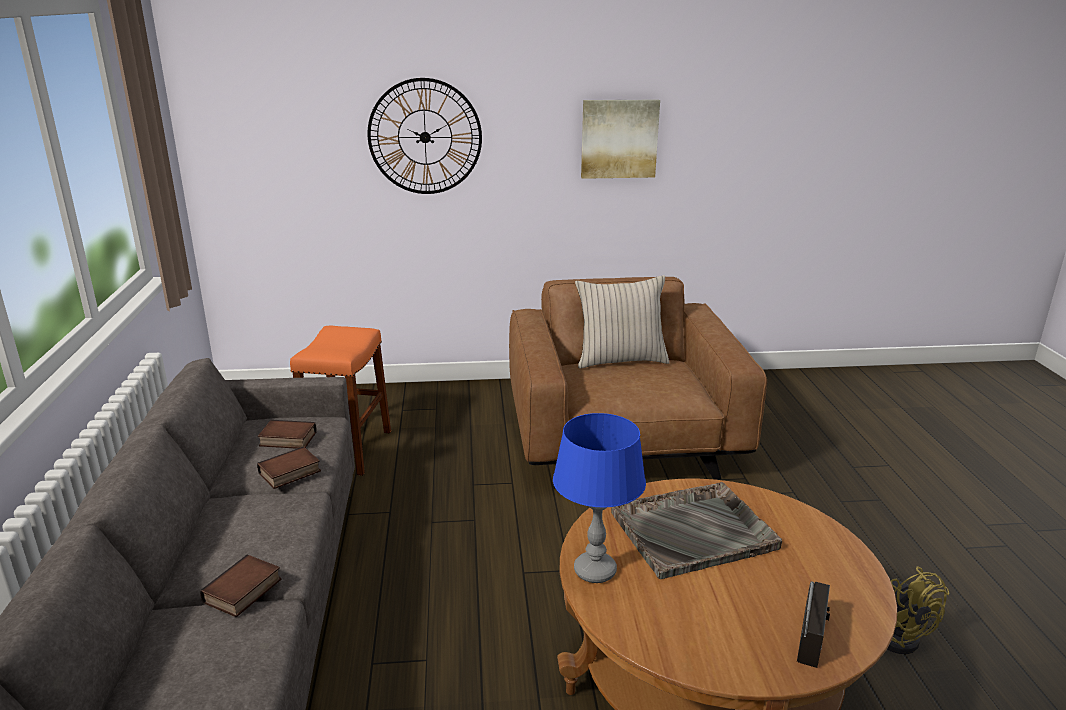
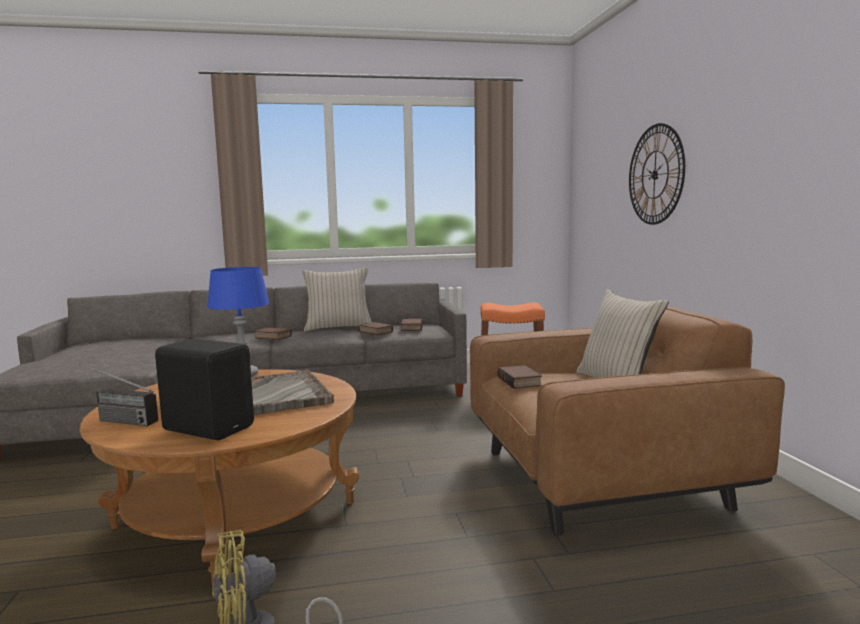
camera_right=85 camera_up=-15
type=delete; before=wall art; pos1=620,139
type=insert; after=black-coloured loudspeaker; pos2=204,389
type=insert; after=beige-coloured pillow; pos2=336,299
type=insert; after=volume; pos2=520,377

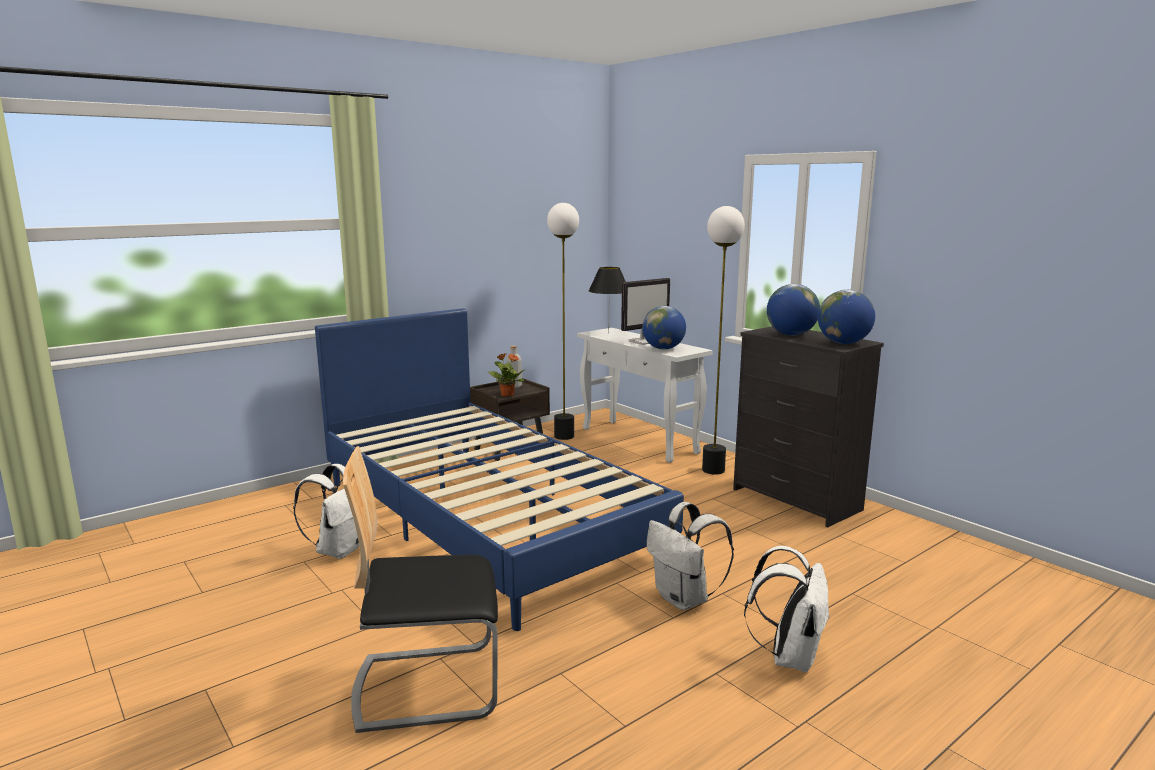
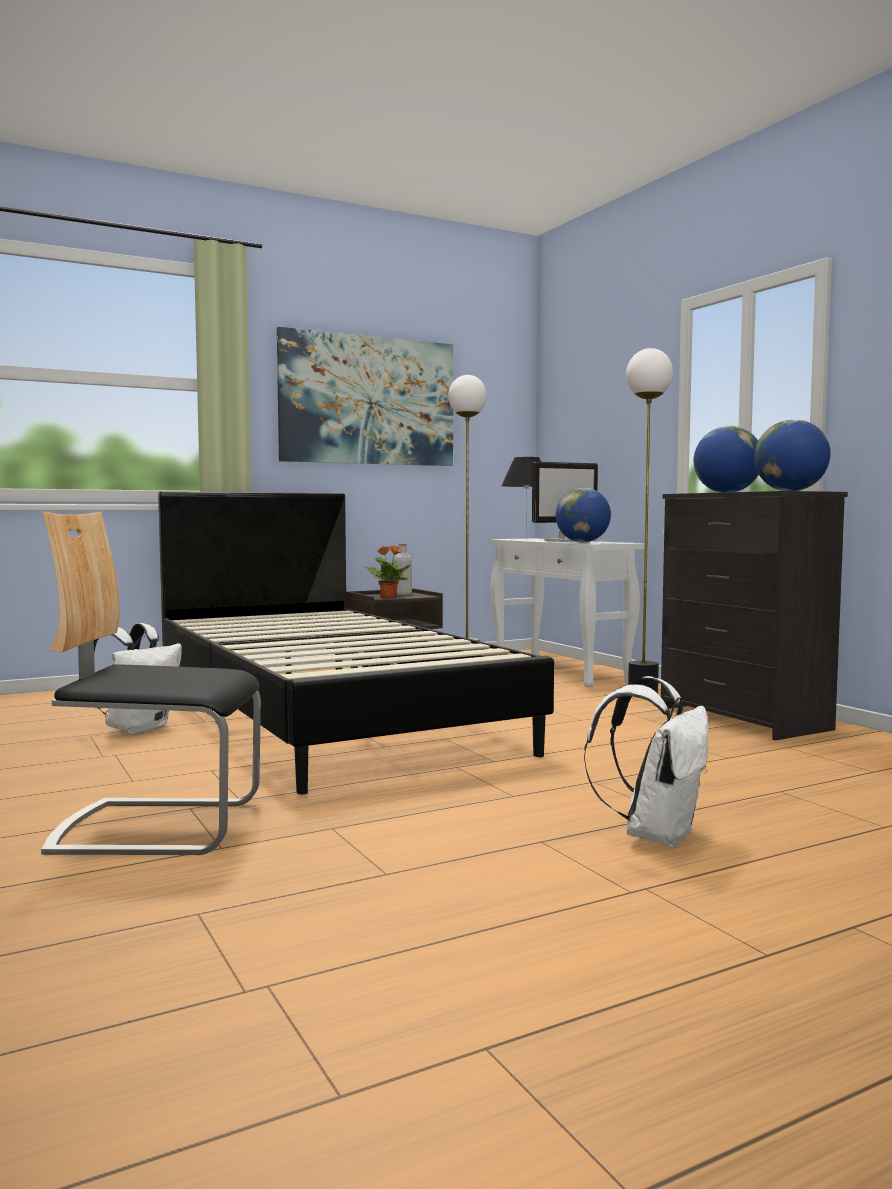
camera_right=10 camera_up=-10
type=delete; before=white backpack; pos1=690,556
type=insert; after=wall art; pos2=365,396
type=recolor; before=bluish bedroom bed; after=black-coloured bedroom bed; pos1=499,469; pos2=356,643

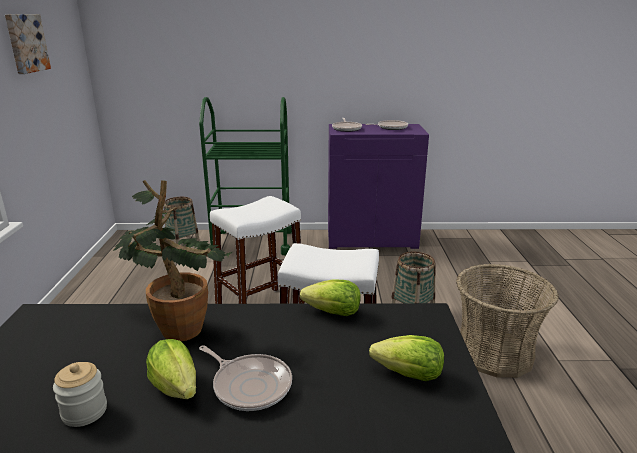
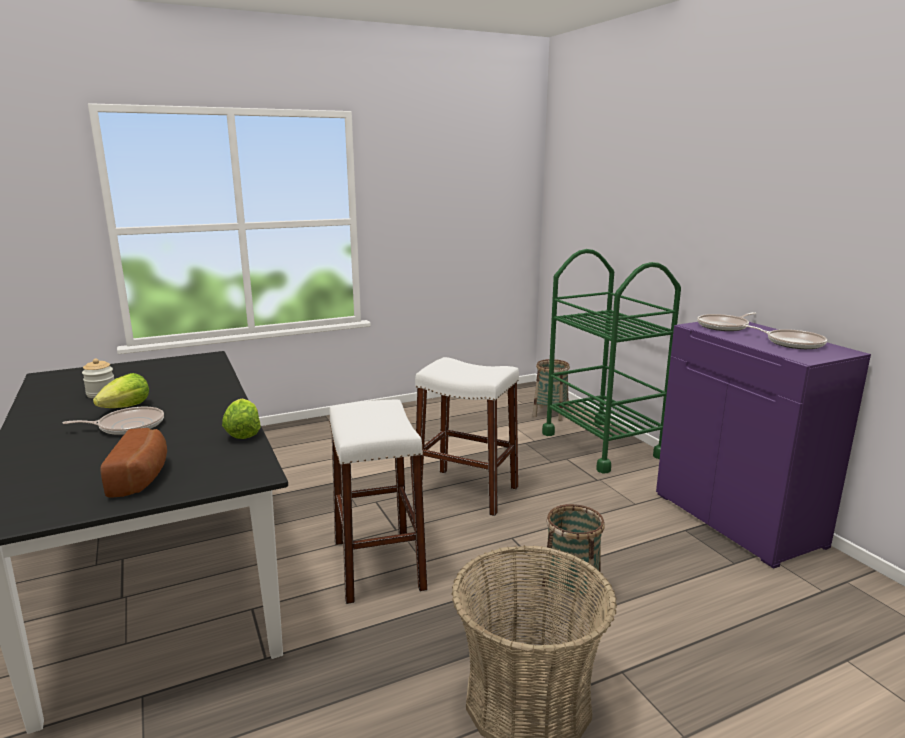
camera_right=65 camera_up=-5
type=delete; before=wall art; pos1=28,44
type=delete; before=plant in a pot; pos1=172,260
type=replace; before=lettuce head; after=bread; pos1=406,358; pos2=133,462
type=rotate; before=pan; pos1=245,378; pos2=113,421; turn=-120

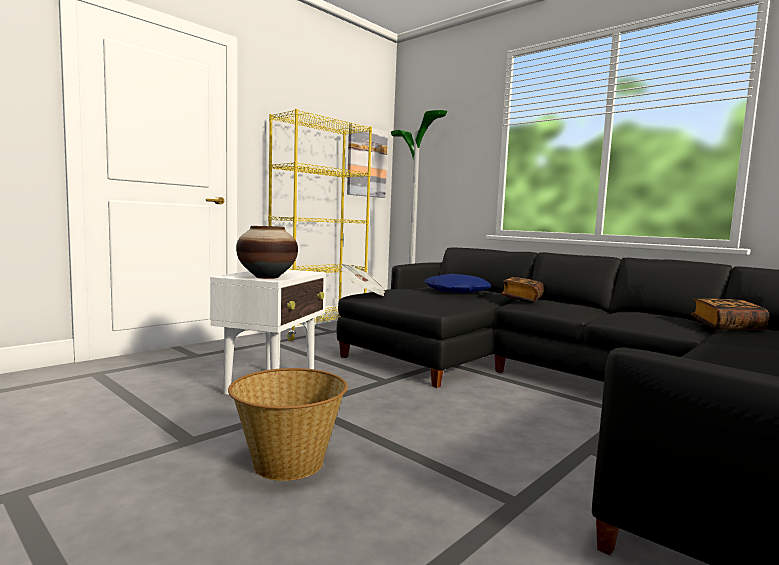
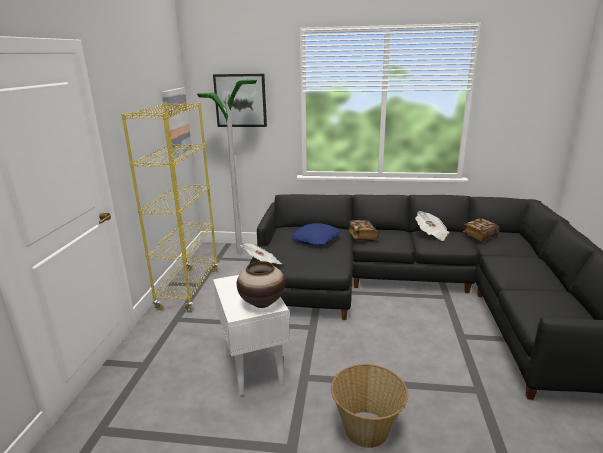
camera_right=-35 camera_up=15
type=insert; after=wall art; pos2=240,100
type=insert; after=daily paper; pos2=432,226

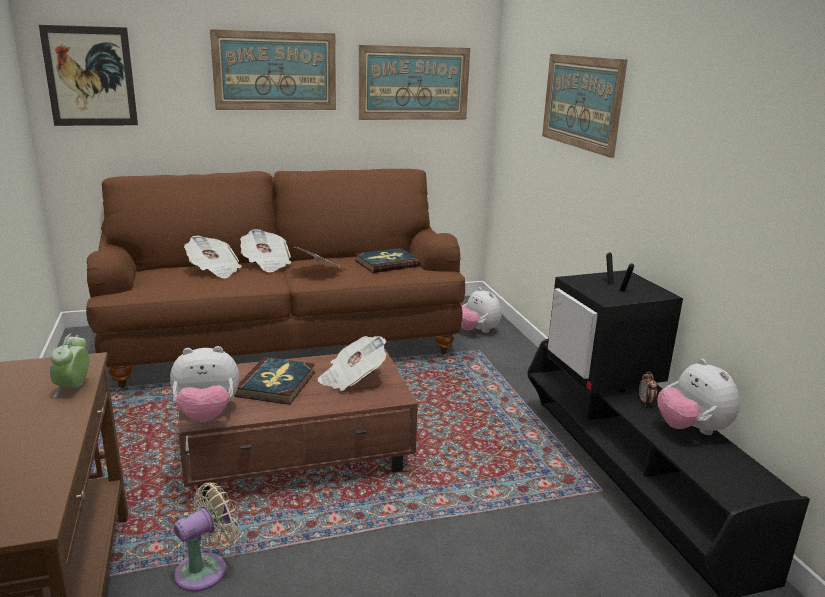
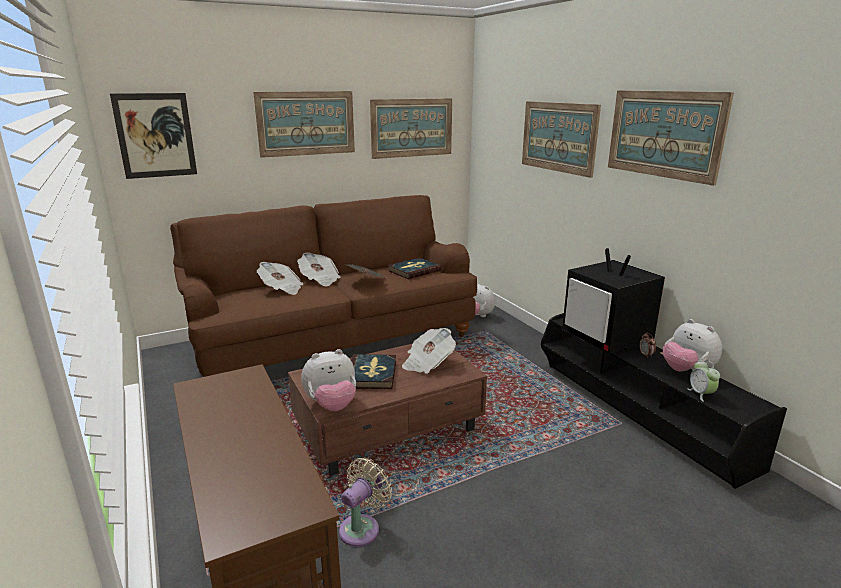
camera_right=-10 camera_up=0
type=insert; after=wall art; pos2=671,138
type=move; before=alarm clock; pos1=69,365; pos2=703,381

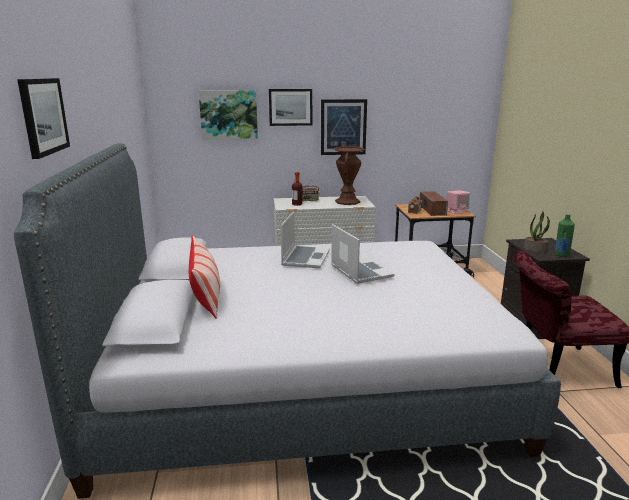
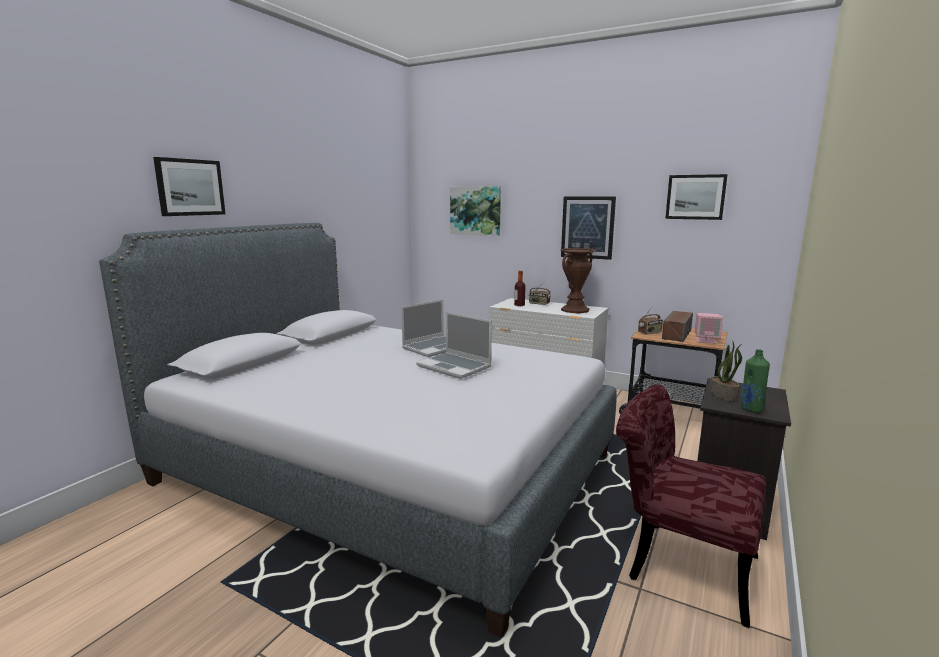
camera_right=35 camera_up=-5
type=delete; before=pillow; pos1=204,277
type=move; before=wall art; pos1=290,107; pos2=696,197
type=rotate; before=notebook computer; pos1=362,254; pos2=454,345; turn=120

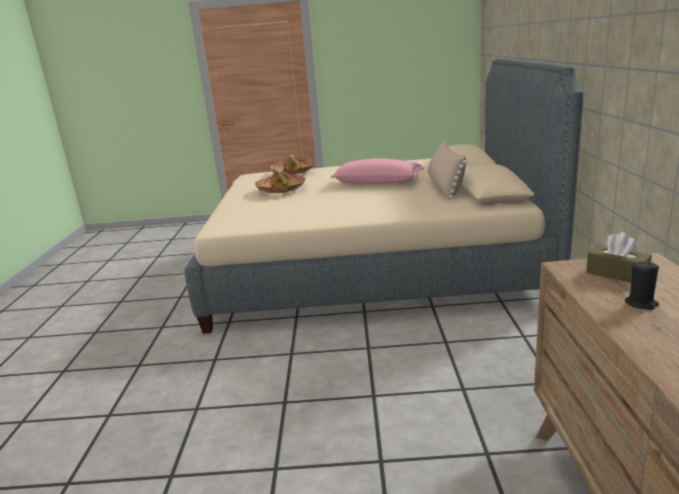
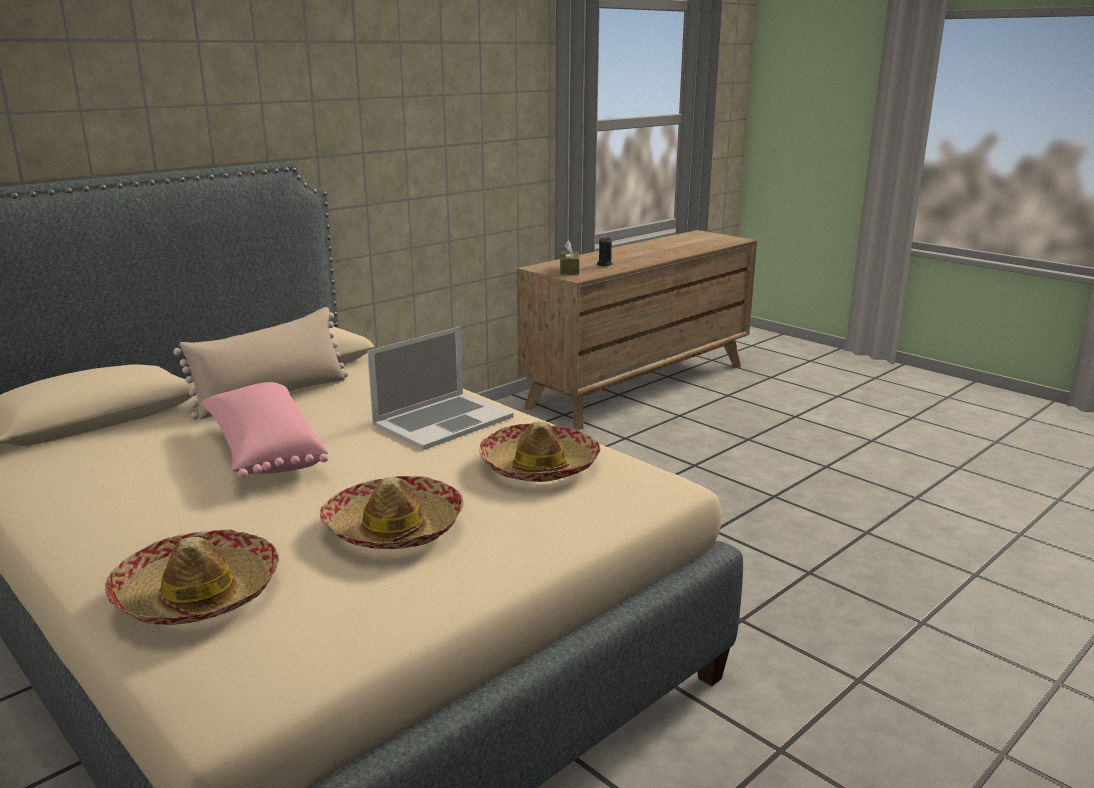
camera_right=-135 camera_up=0
type=insert; after=notebook computer; pos2=440,388
type=insert; after=wearable hat; pos2=540,451

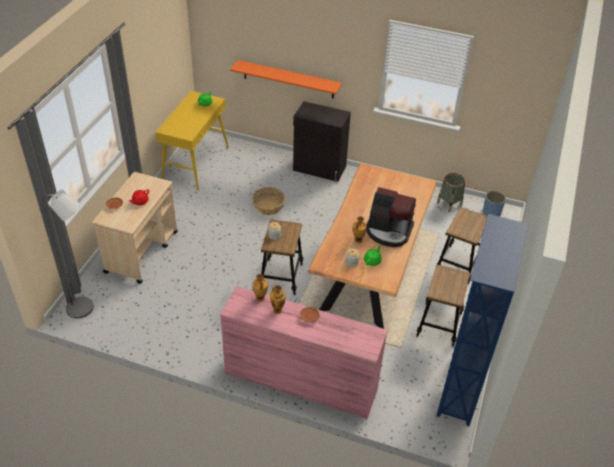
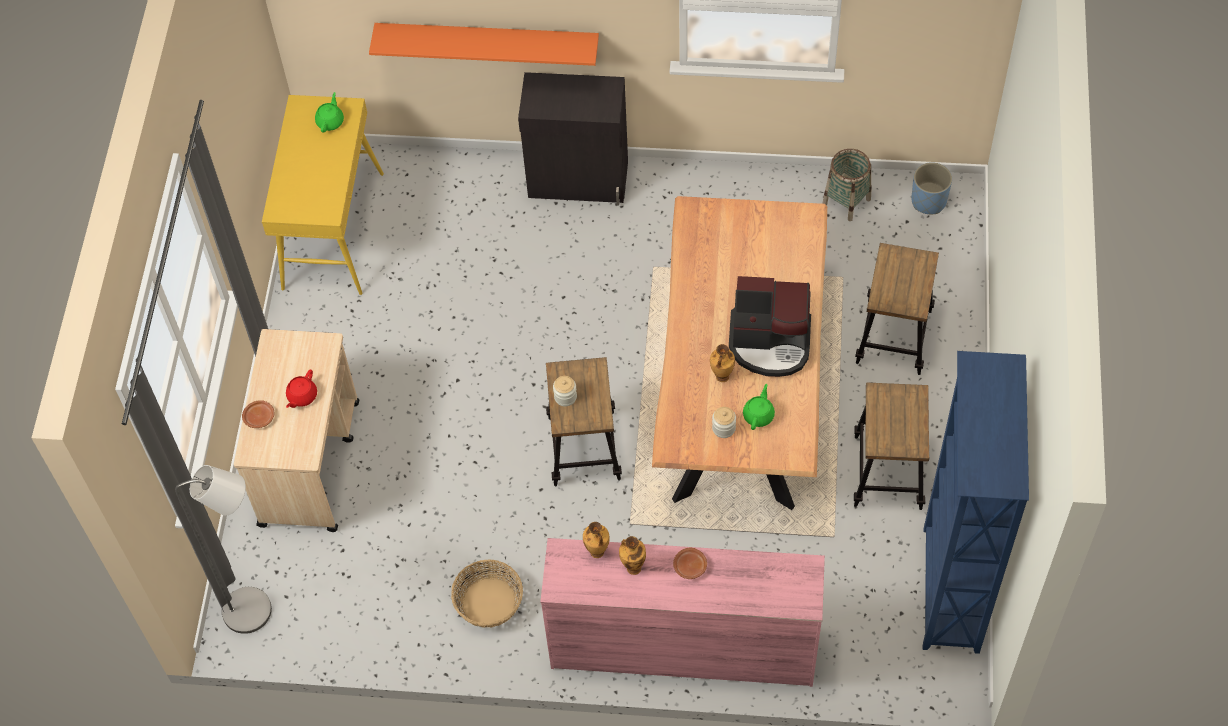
camera_right=-10 camera_up=15
type=move; before=basket; pos1=268,201; pos2=487,593

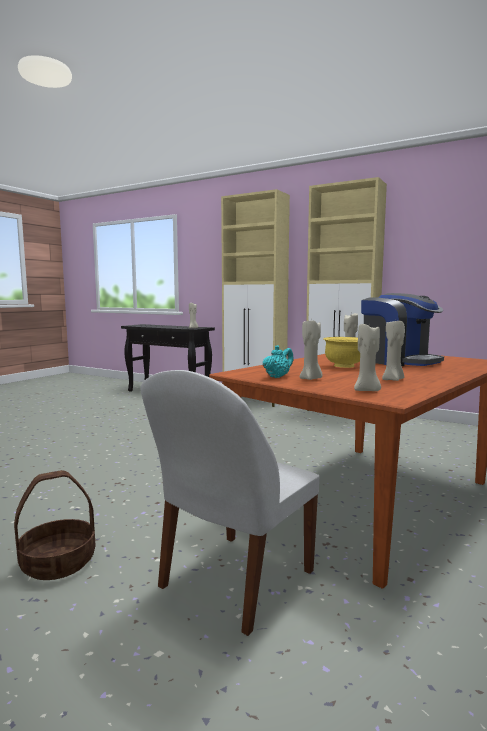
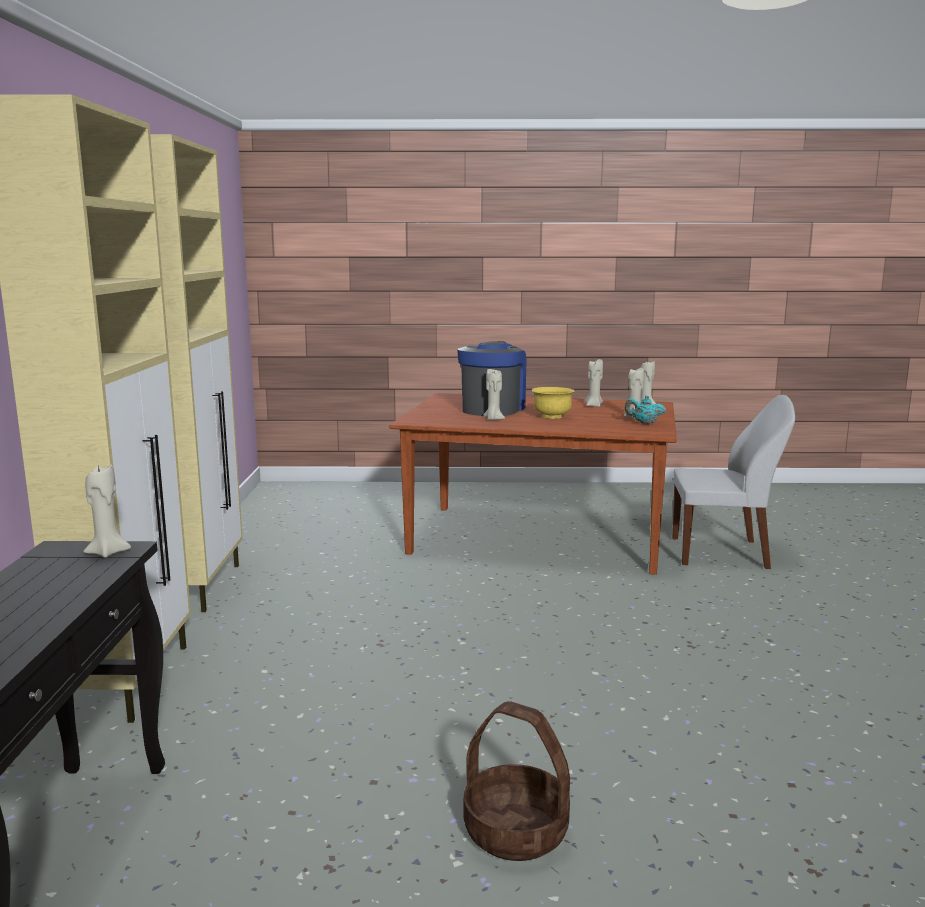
camera_right=-120 camera_up=5
type=move; before=basket; pos1=54,525; pos2=516,781

